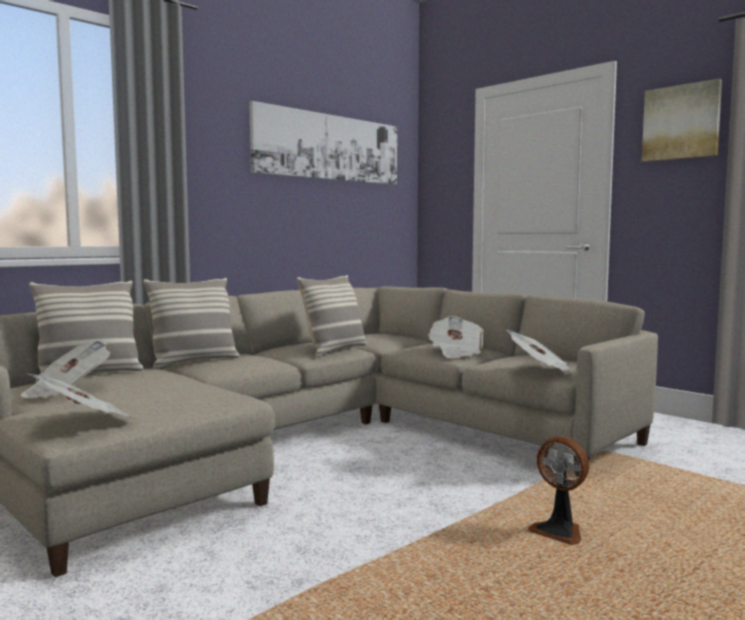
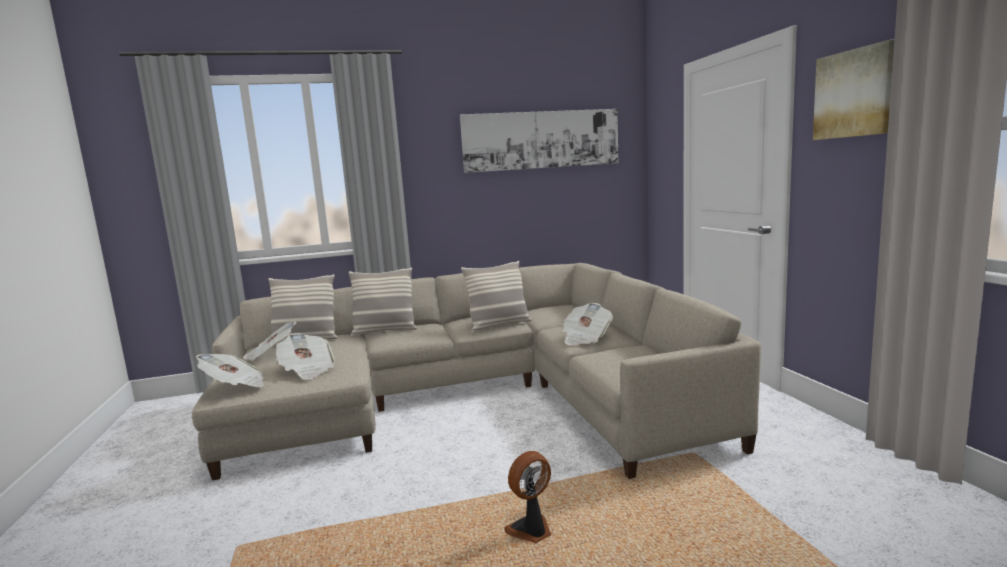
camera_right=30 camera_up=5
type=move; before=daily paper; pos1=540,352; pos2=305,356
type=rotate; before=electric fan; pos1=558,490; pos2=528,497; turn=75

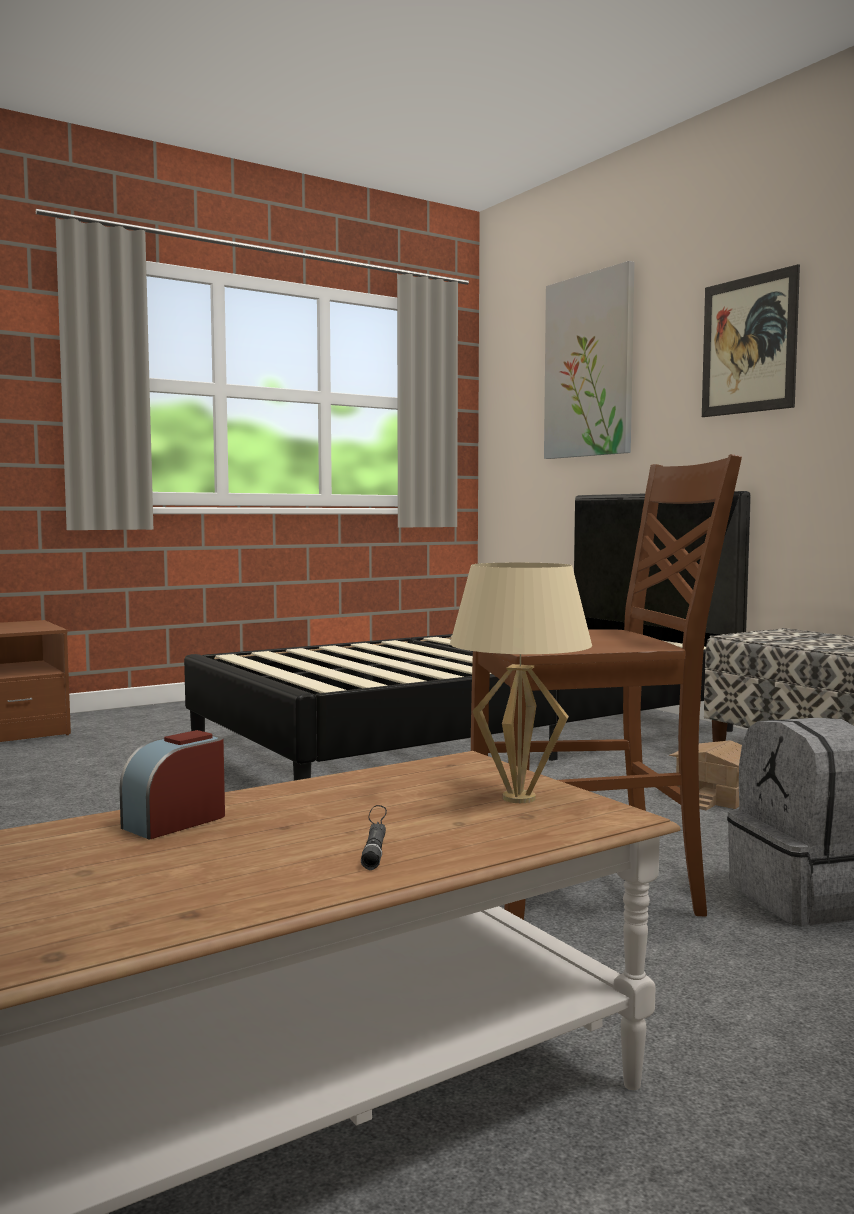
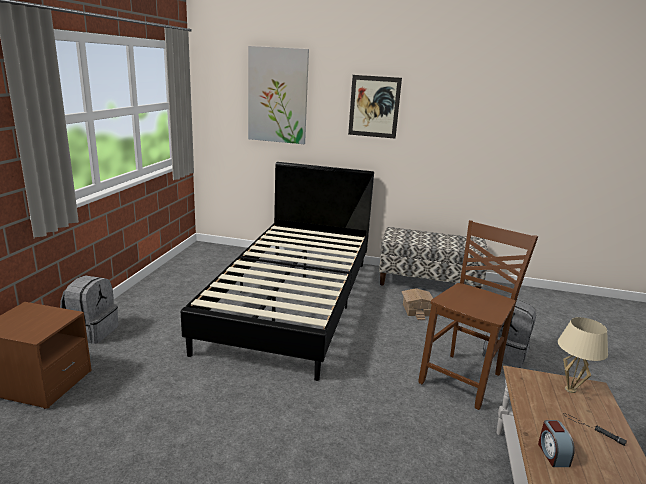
camera_right=-45 camera_up=15
type=insert; after=gray backpack; pos2=89,309

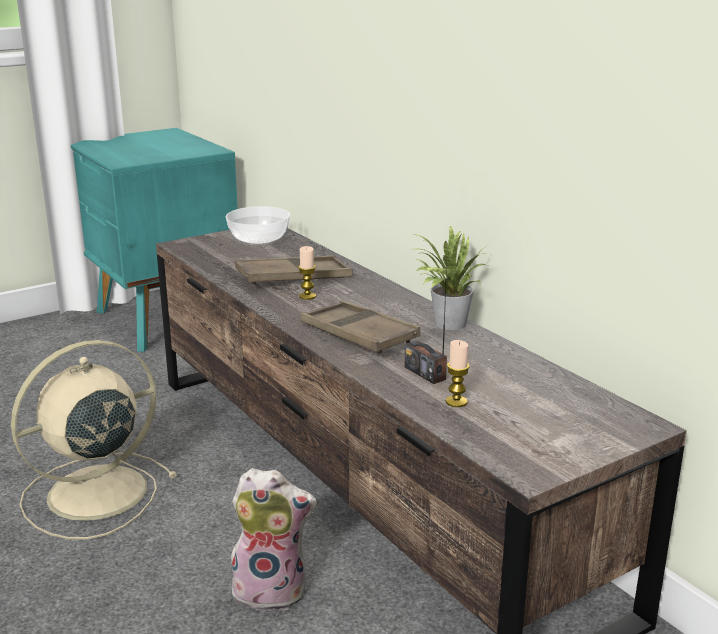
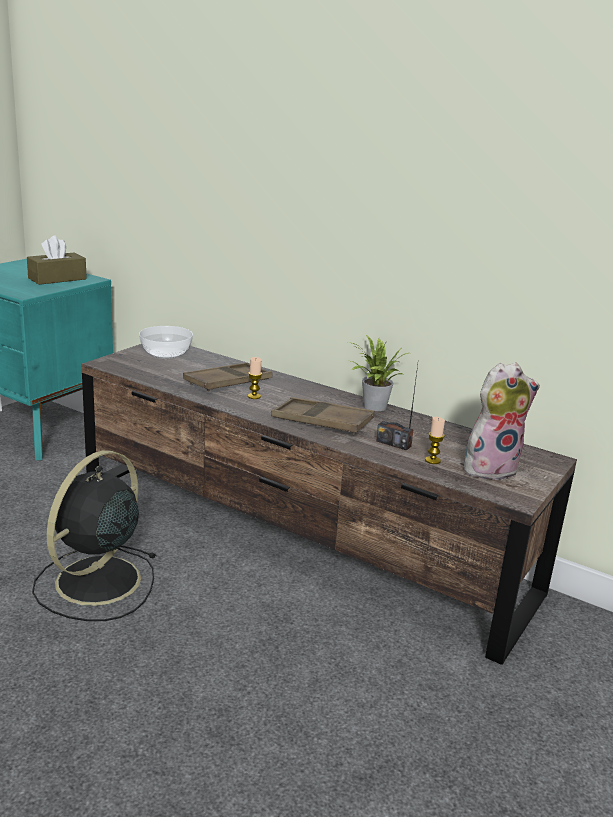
camera_right=-25 camera_up=0
type=insert; after=brown-coloured box of tissues; pos2=57,260
type=move; before=cuddly toy; pos1=273,540; pos2=502,421
type=recolor; before=beige-coloured electric fan; after=black-coloured electric fan; pos1=94,439; pos2=94,535

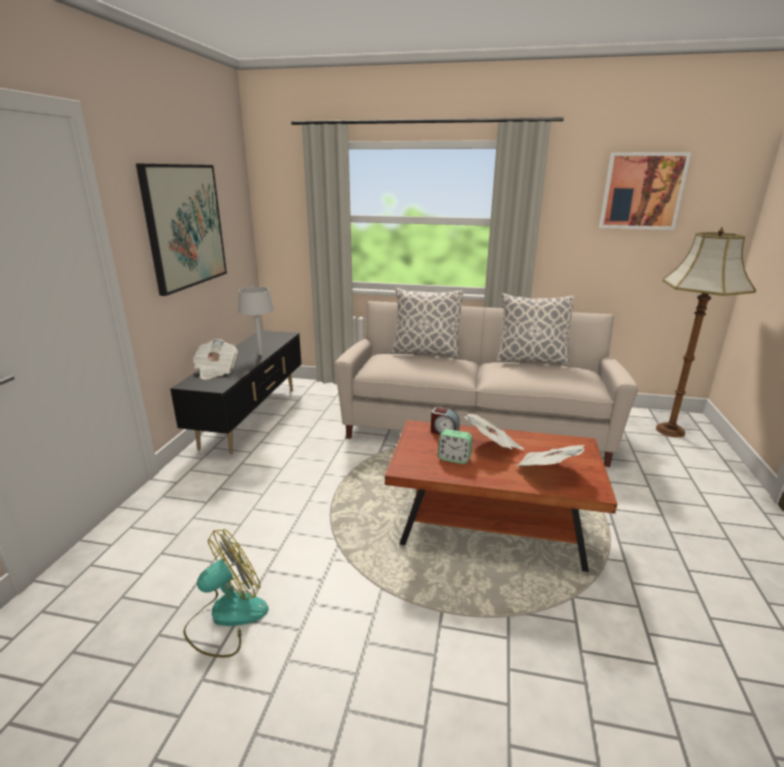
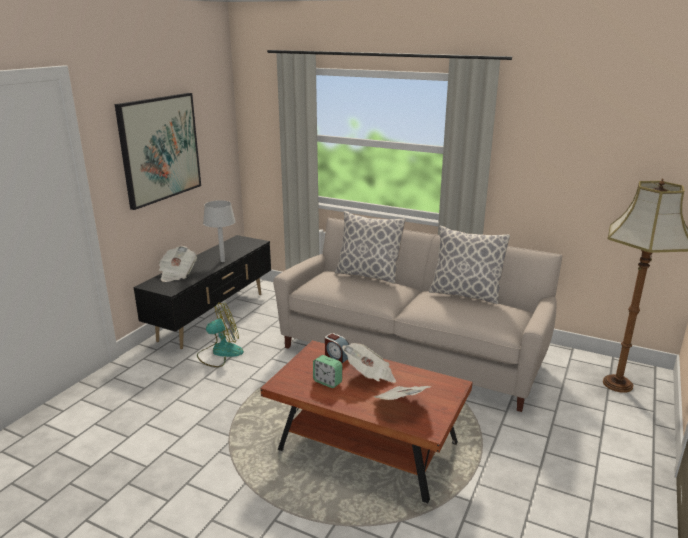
camera_right=15 camera_up=0
type=delete; before=wall art; pos1=645,191
type=move; before=electric fan; pos1=225,593; pos2=220,334

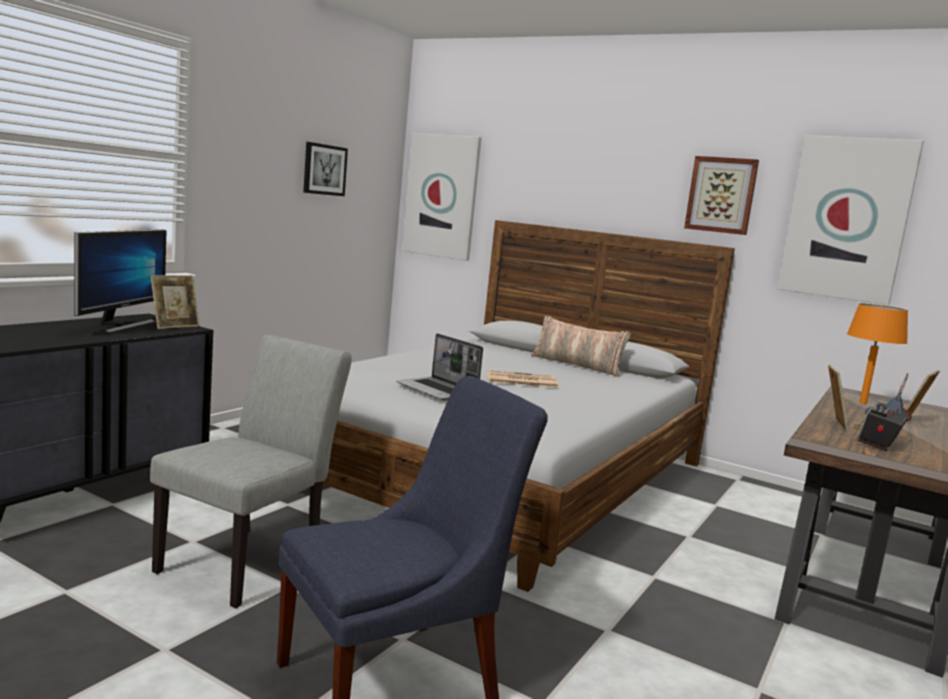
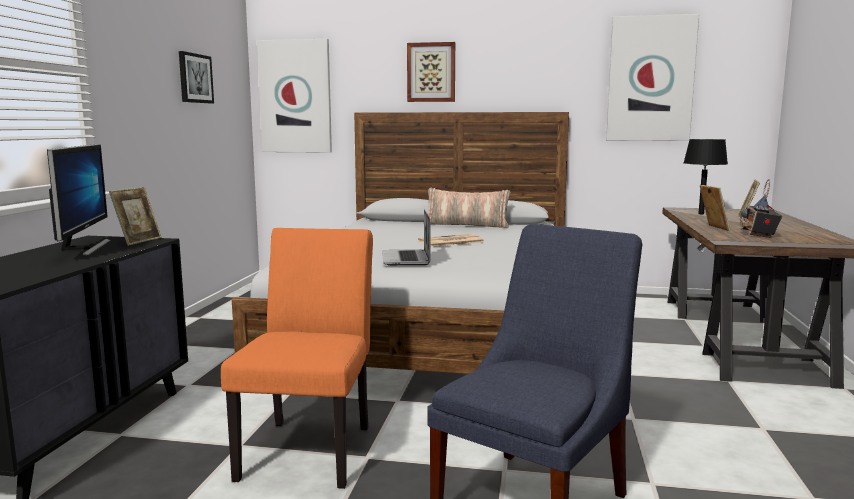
camera_right=-20 camera_up=0
type=move; before=wall art; pos1=721,195; pos2=431,72
type=recolor; before=gray plain chair; after=orangey plain chair; pos1=251,471; pos2=297,358
type=recolor; before=orangey tabletop lamp; after=black-coloured tabletop lamp; pos1=877,353; pos2=706,176
type=rotate; before=notebook computer; pos1=439,367; pos2=406,237; turn=60

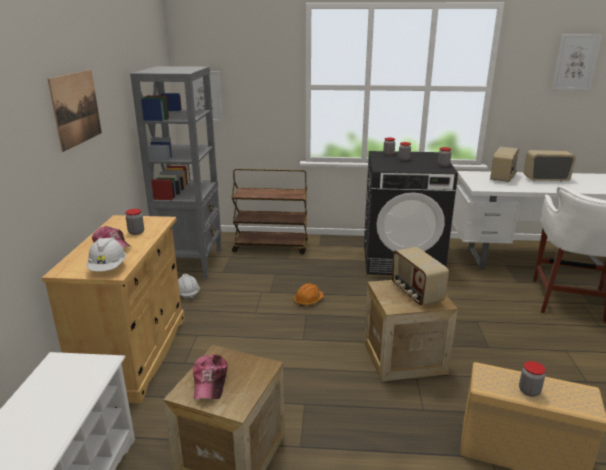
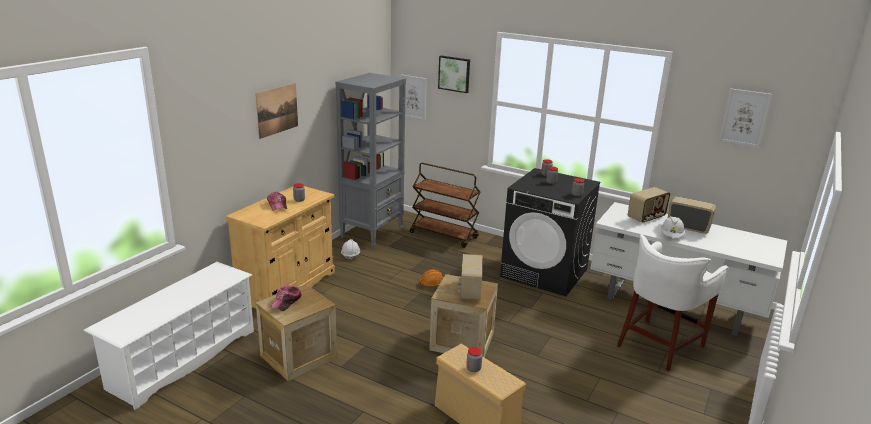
camera_right=25 camera_up=0
type=insert; after=wall art; pos2=454,74
type=move; before=white safety helmet; pos1=106,255; pos2=673,226

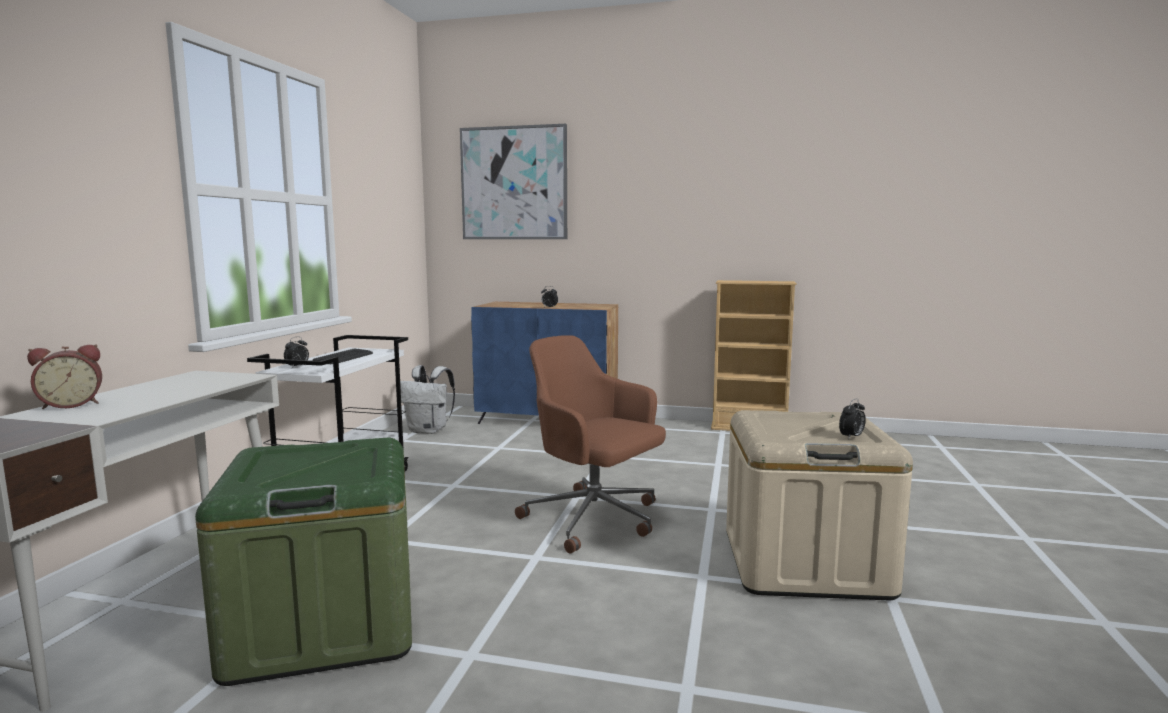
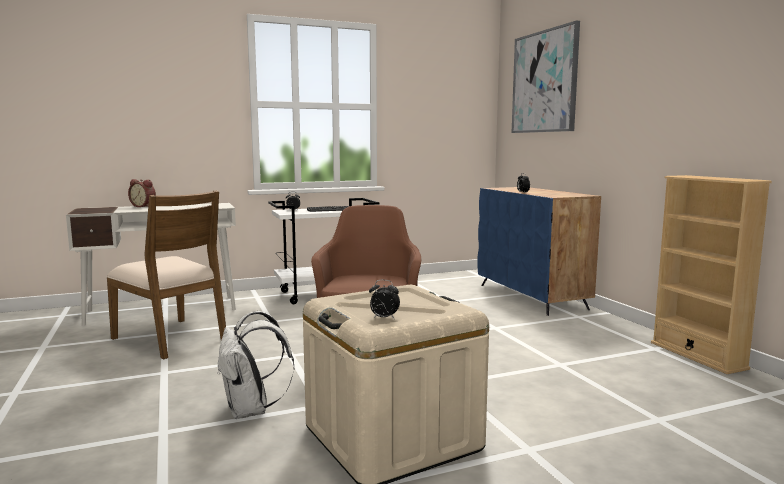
camera_right=55 camera_up=0
type=move; before=white backpack; pos1=427,399; pos2=255,365
type=replace; before=green storage box; after=brown-coloured plain chair; pos1=303,562; pos2=166,275

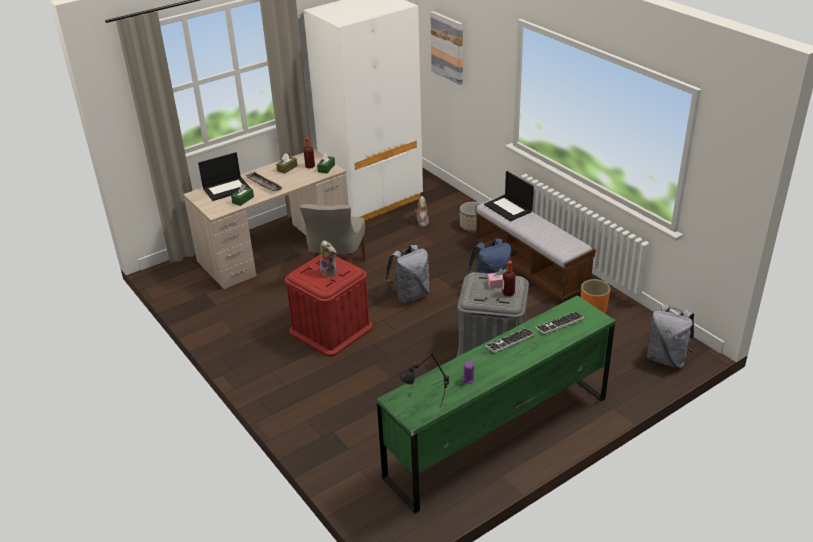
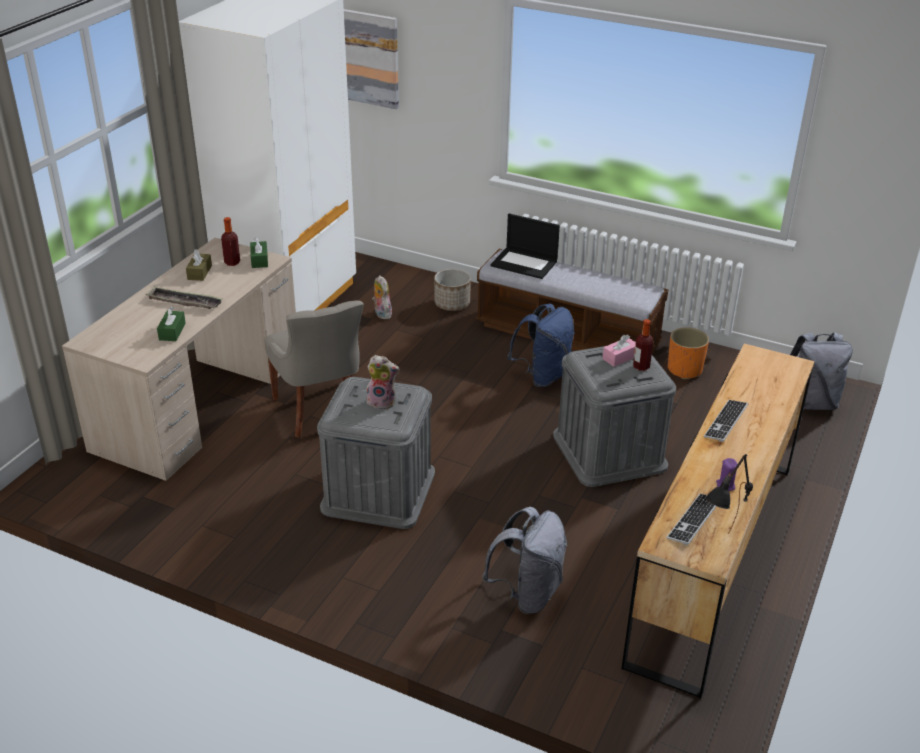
camera_right=-30 camera_up=0
type=delete; before=notebook computer; pos1=224,176
type=move; before=gray backpack; pos1=407,274; pos2=524,560
type=move; before=PC keyboard; pos1=559,323; pos2=691,519
type=recolor; before=red-coloured storage box; after=gray storage box; pos1=329,305; pos2=376,453
type=recolor; before=green drawer chest; after=brown-coloured drawer chest; pos1=496,404; pos2=718,521

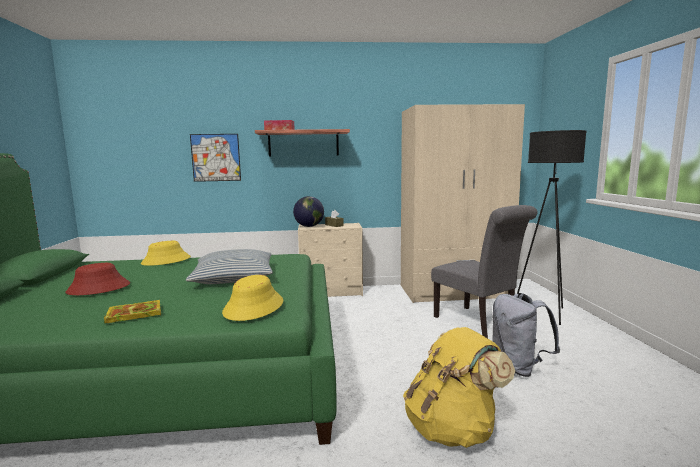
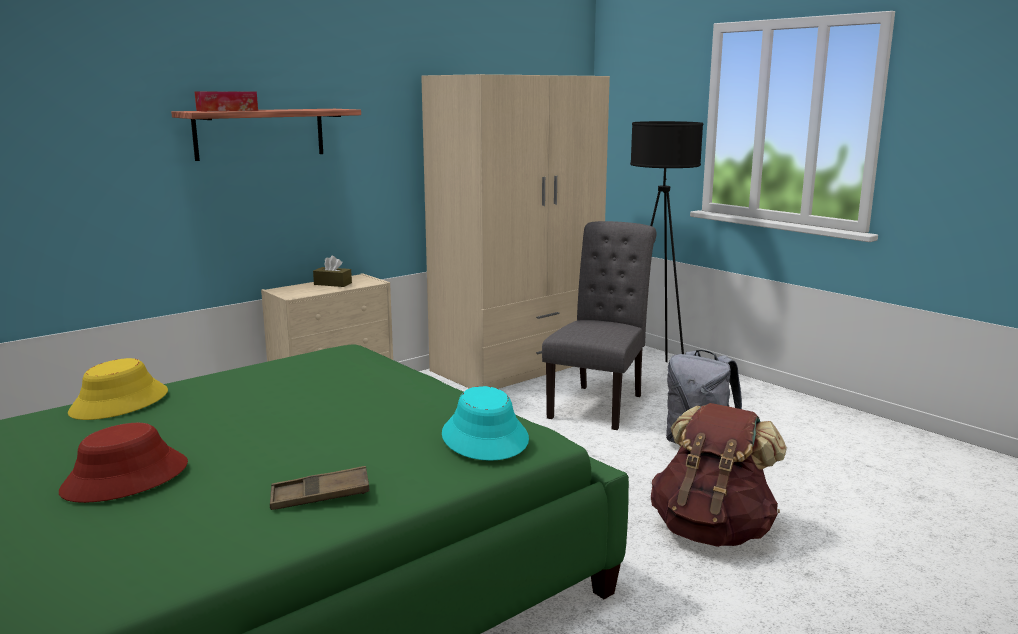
camera_right=-35 camera_up=5
type=delete; before=pillow; pos1=229,266
type=delete; before=wall art; pos1=215,158
type=delete; before=world globe; pos1=308,211
type=replace; before=volume; after=brown-coloured tray; pos1=132,312; pos2=319,488
type=recolor; before=yellow wearable hat; after=turquoise-coloured wearable hat; pos1=252,298; pos2=485,423
type=recolor; before=yellow backpack; after=brown-coloured backpack; pos1=459,387; pos2=719,475
type=rotate; before=gray plain chair; pos1=484,271; pos2=599,325; turn=-90

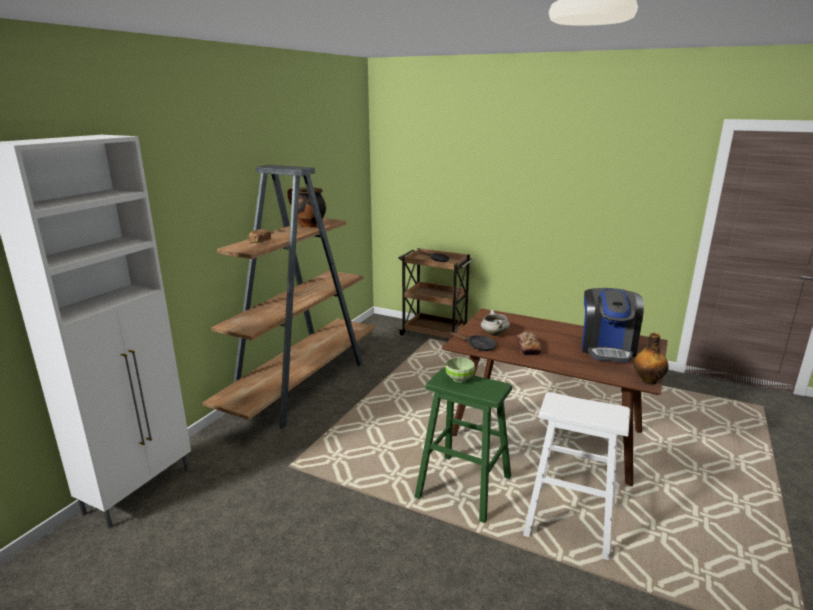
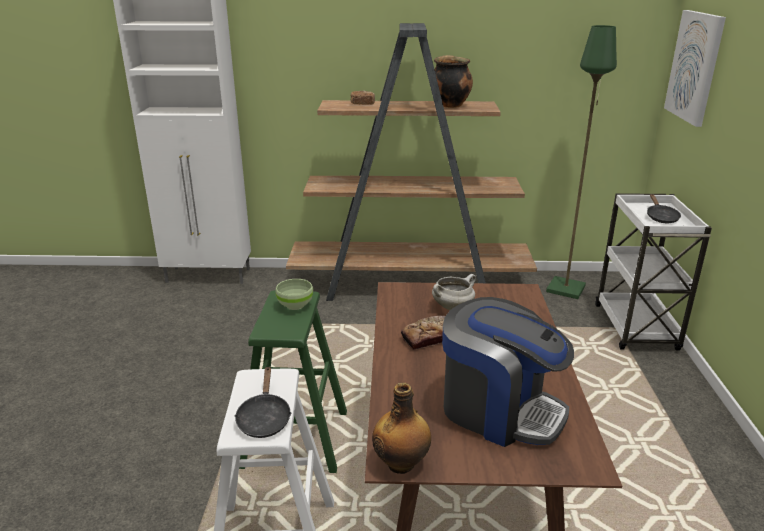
camera_right=65 camera_up=5
type=insert; after=green standard lamp; pos2=581,162
type=insert; after=wall art; pos2=695,68
type=move; before=black-coloured pan; pos1=472,341; pos2=262,402
type=recolor; before=brown-coloured wheeled cart; after=white wheeled cart; pos1=436,293; pos2=653,271
type=rotate; before=coffee machine; pos1=612,325; pos2=508,372; turn=-135

